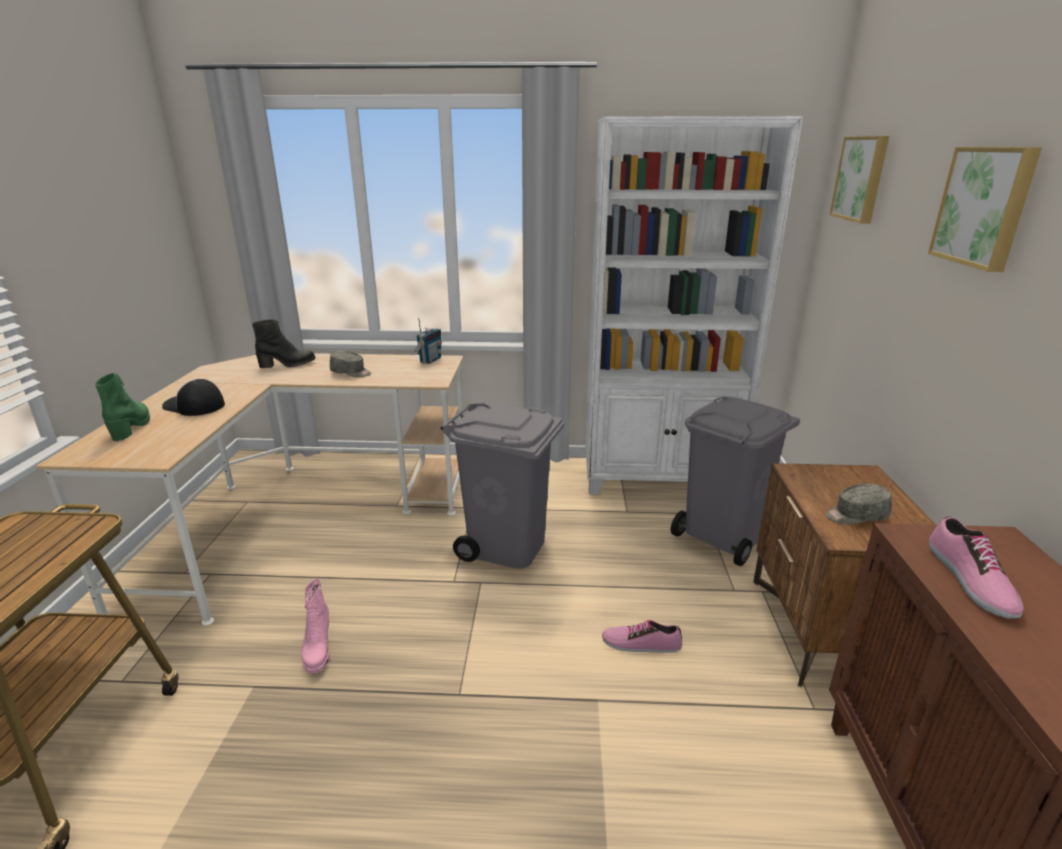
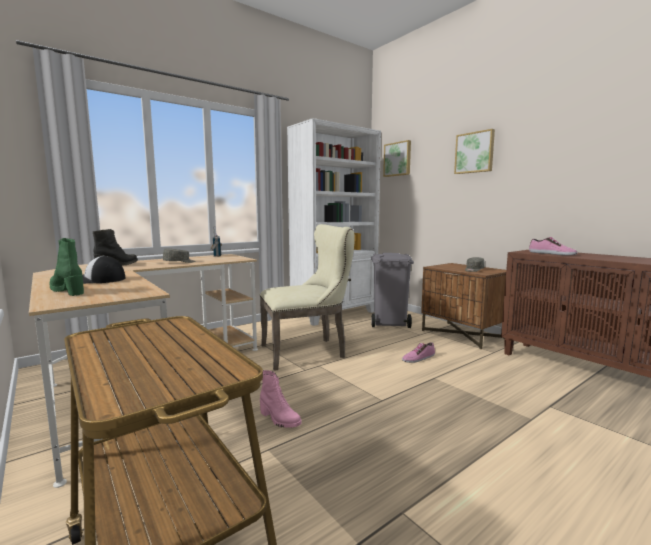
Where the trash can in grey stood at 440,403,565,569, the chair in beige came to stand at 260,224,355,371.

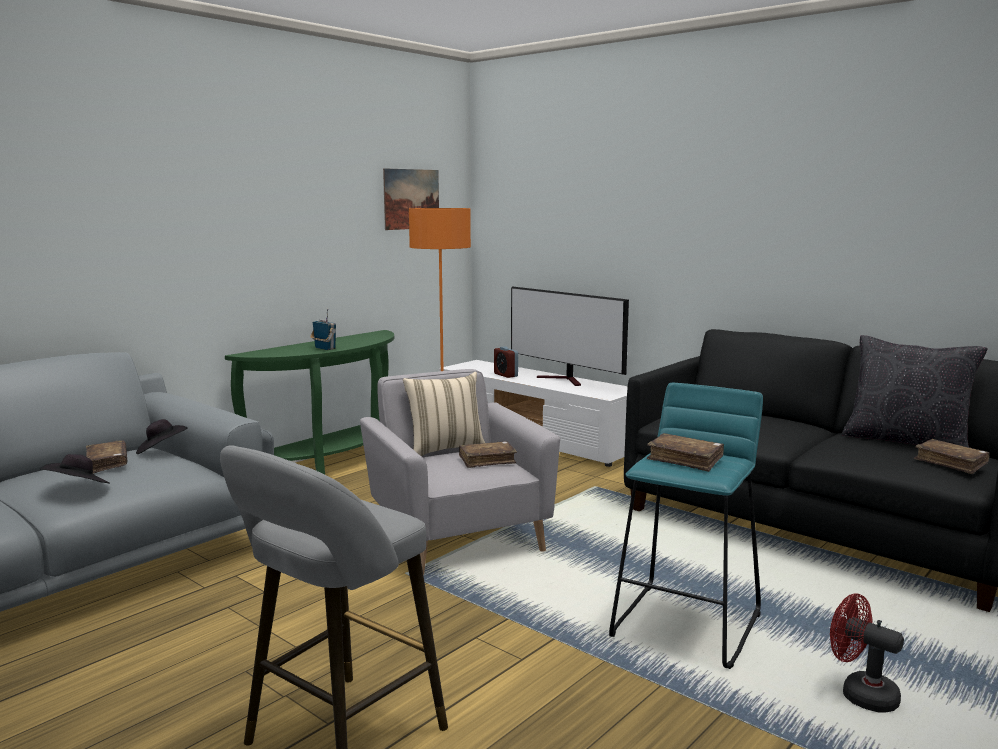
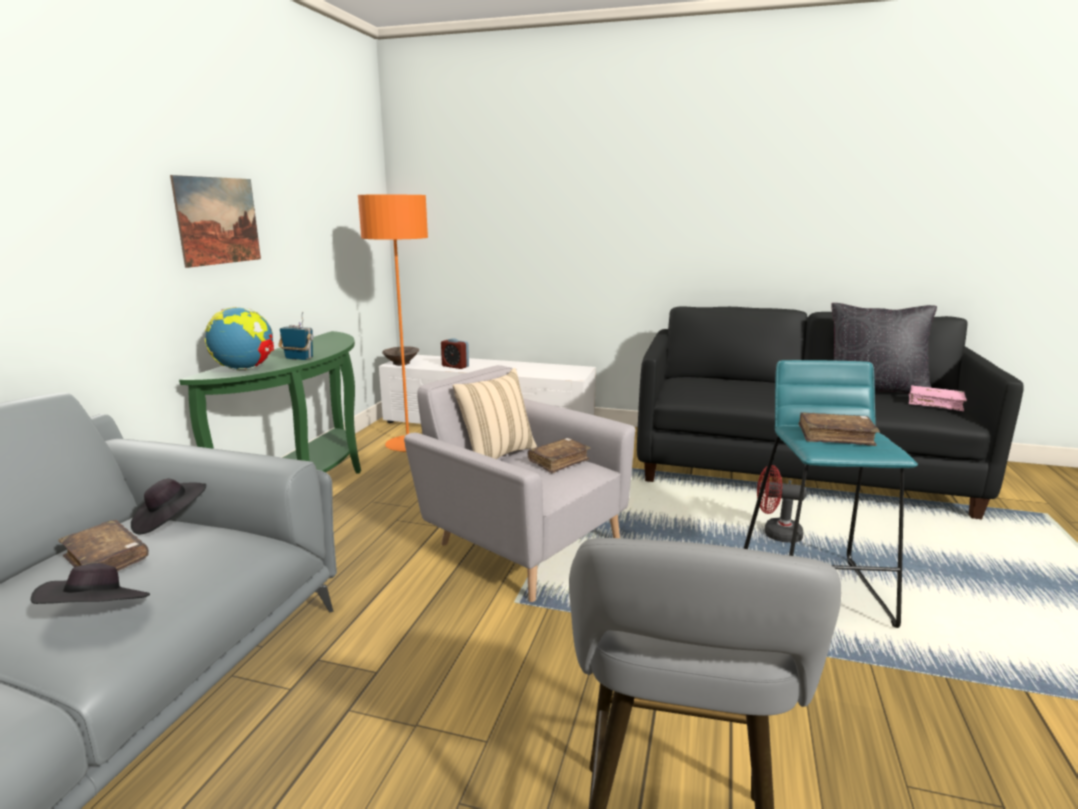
The picture ended up elsewhere, having gone from 383,168,439,230 to 170,175,261,268.
The second view lost the television at 511,286,629,386.
The fan in red ended up elsewhere, having gone from 830,593,904,713 to 757,465,806,543.
What was the book in brown at 914,439,990,474 turned into the book in pink at 909,385,967,411.
The second view gained the globe at 205,307,274,371.
The second view gained the bowl in brown at 382,346,419,365.

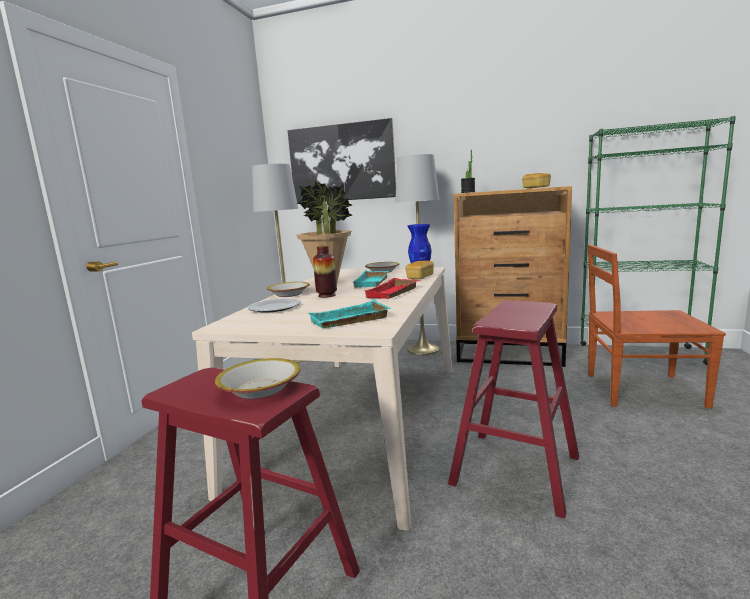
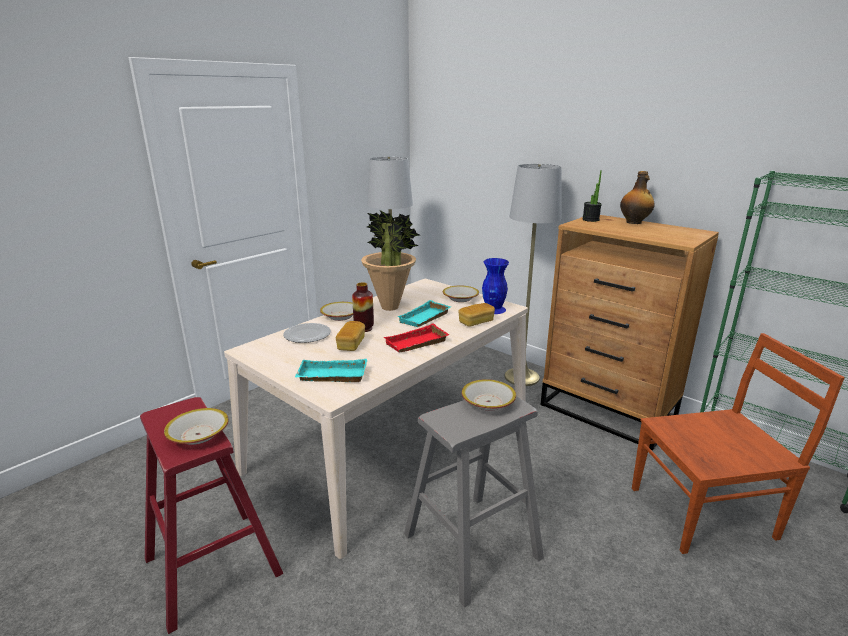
The second view lost the picture at 288,118,396,203.
What was the stool in red at 448,301,579,519 turned into the stool in grey at 404,396,544,608.
The bread ended up elsewhere, having gone from 522,173,551,188 to 336,321,365,351.
The chair in brown at 588,244,726,408 ended up facing another way, 135 degrees clockwise from before.
The second view gained the bowl at 462,379,516,411.
The second view gained the bottle at 620,171,655,224.

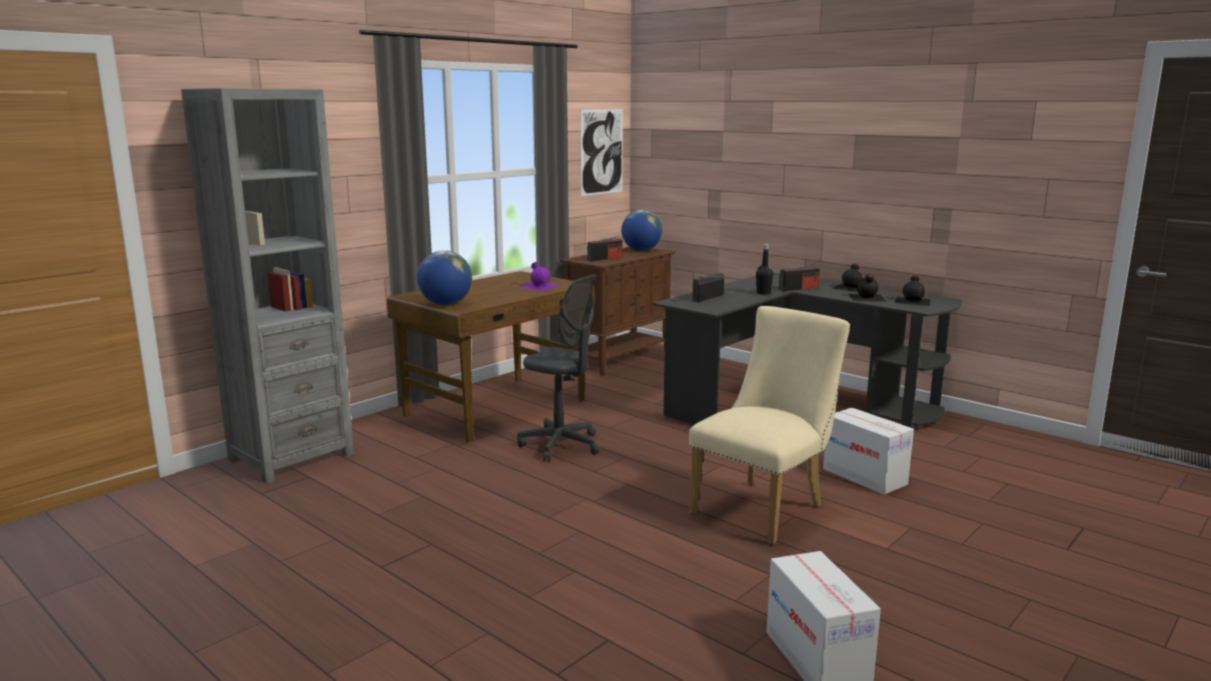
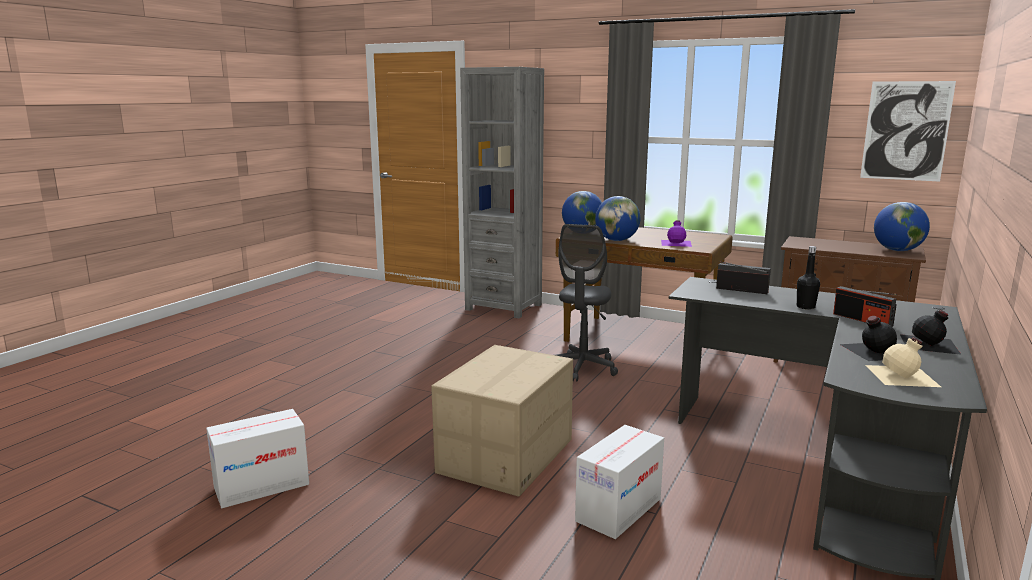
The second view lost the radio at 587,236,623,261.
Where the chair in beige stood at 689,306,850,545, the cardboard box came to stand at 431,345,573,497.
What was the bottle in black at 895,275,931,306 turned into the bottle in beige at 866,337,941,387.
The second view gained the globe at 595,196,640,241.

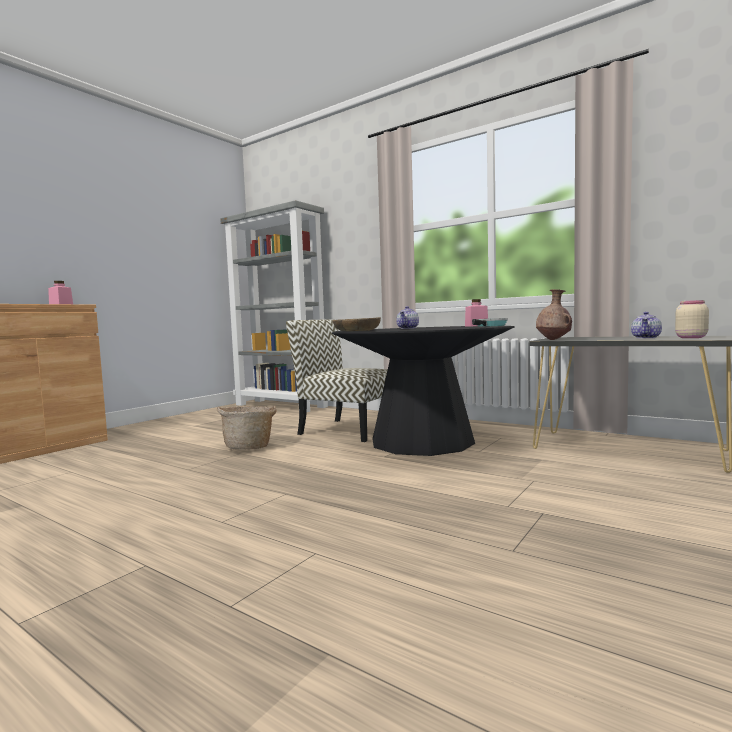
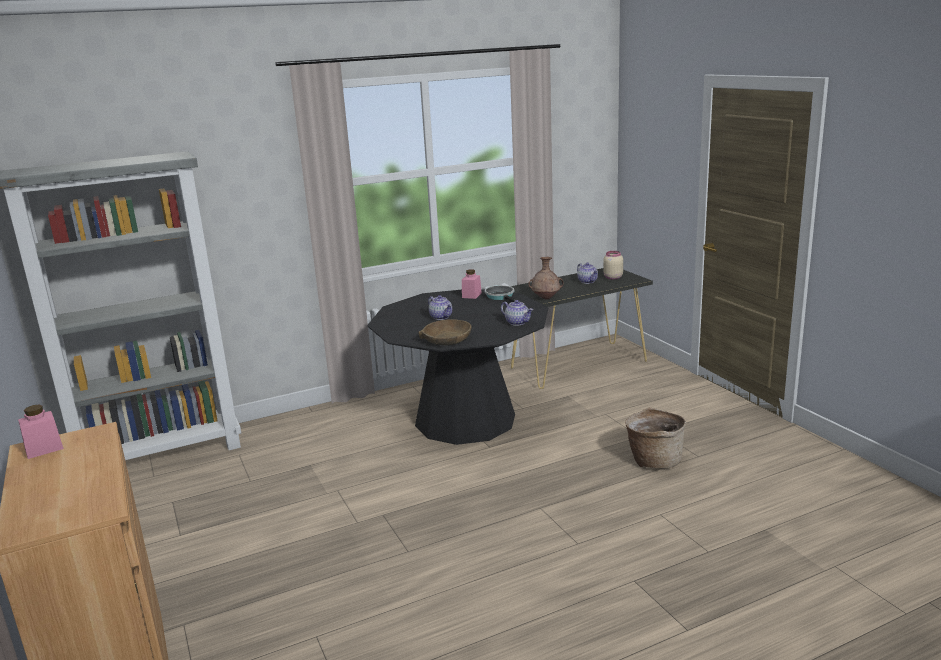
The basket ended up elsewhere, having gone from 217,406,277,450 to 625,407,686,468.
The second view lost the chair at 286,319,388,442.
The second view gained the teapot at 501,300,533,326.

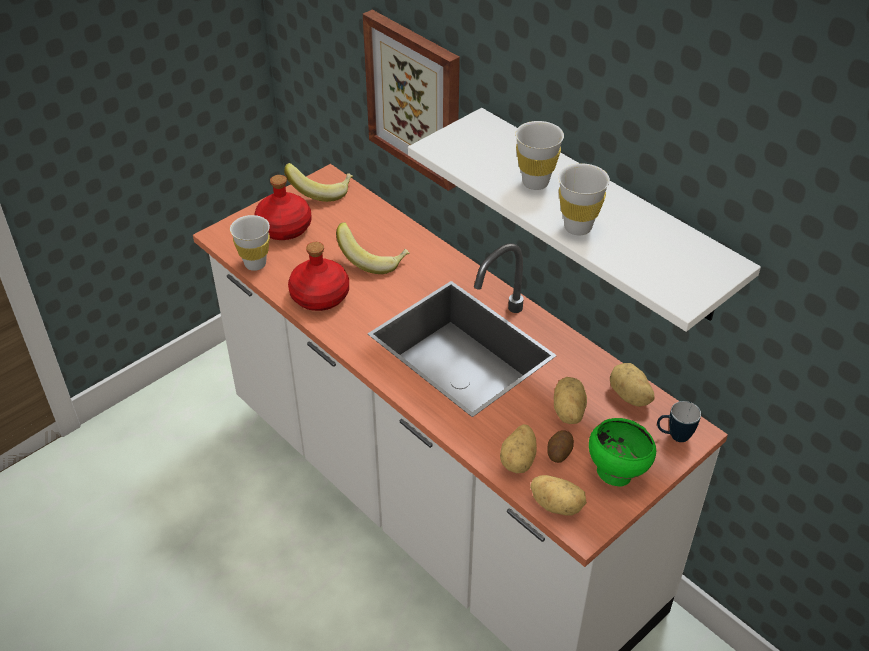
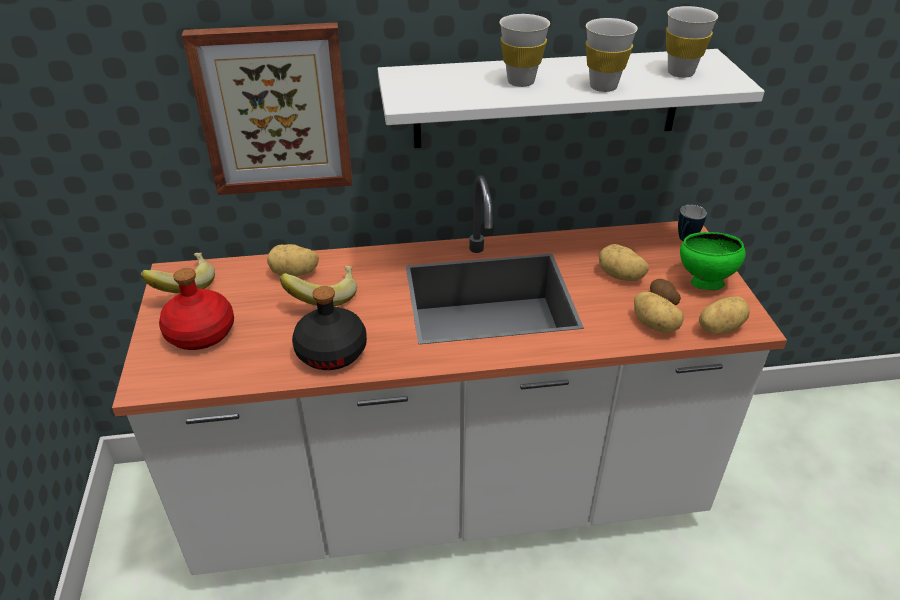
The cup in white ended up elsewhere, having gone from 230,215,270,271 to 666,6,718,78.
What was the bottle in red at 288,242,349,311 turned into the bottle in black at 292,286,367,370.
The potato ended up elsewhere, having gone from 610,363,655,407 to 267,244,319,277.

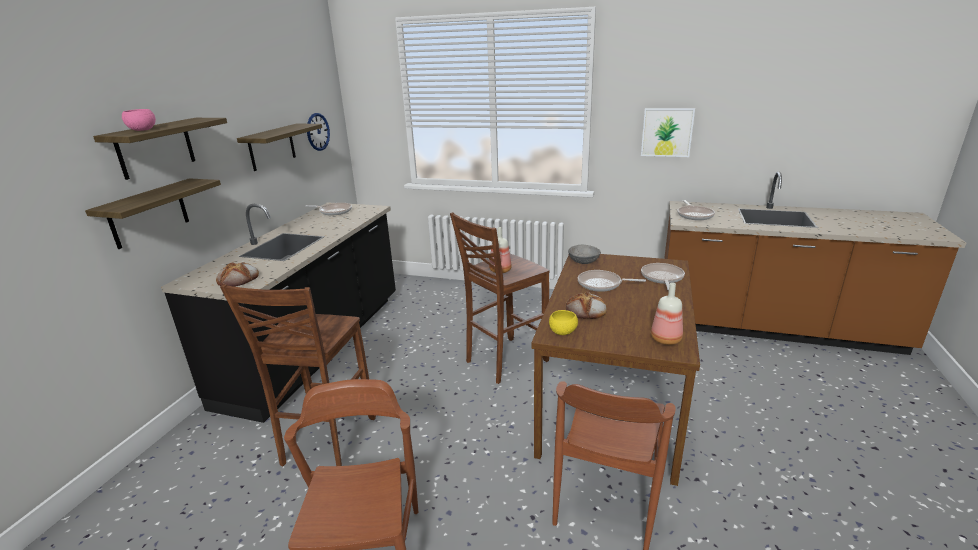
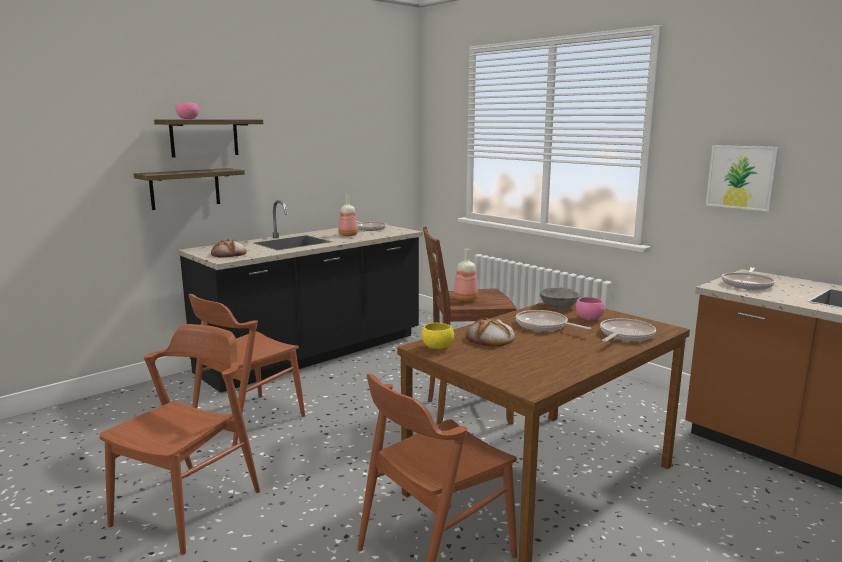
Where the stool in brown stood at 220,284,376,466, the chair in brown came to stand at 188,294,305,446.
The second view lost the shelf at 237,124,322,171.
The second view lost the wall clock at 307,113,330,151.
The bottle ended up elsewhere, having gone from 651,283,683,345 to 338,195,358,236.
The second view gained the bowl in pink at 576,297,605,320.

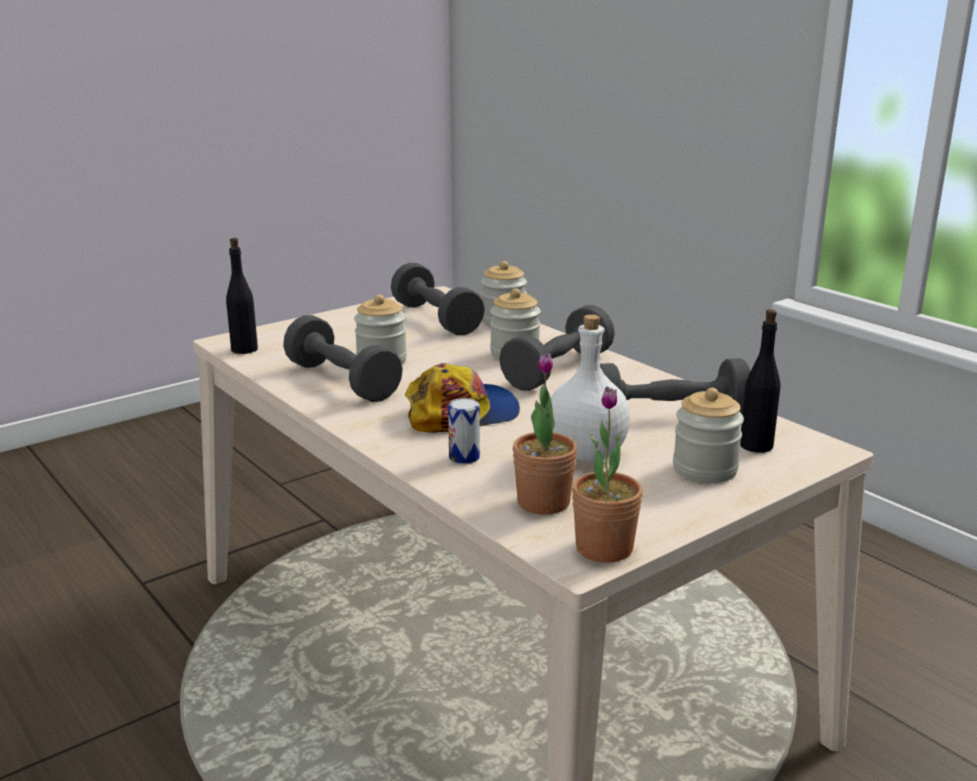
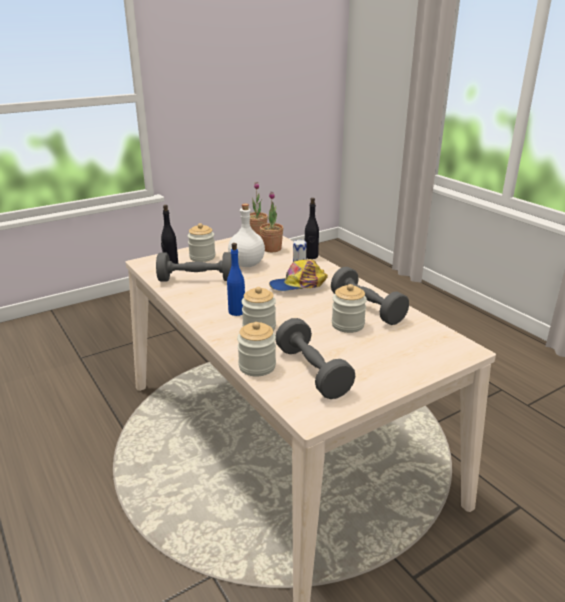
The bottle in black ended up elsewhere, having gone from 226,238,258,354 to 305,198,319,259.
Where the dumbbell in grey stood at 499,305,615,391, the bottle in blue came to stand at 227,243,245,316.

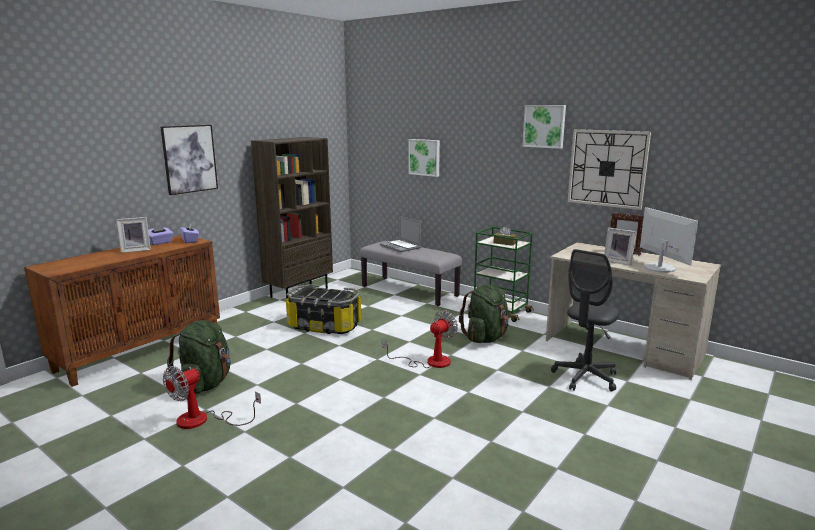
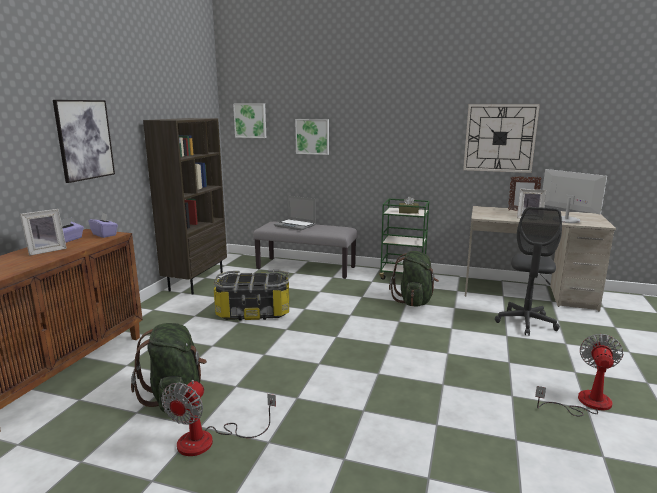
The fan ended up elsewhere, having gone from 382,310,458,368 to 535,334,623,416.
The picture ended up elsewhere, having gone from 522,105,566,149 to 233,104,266,138.

